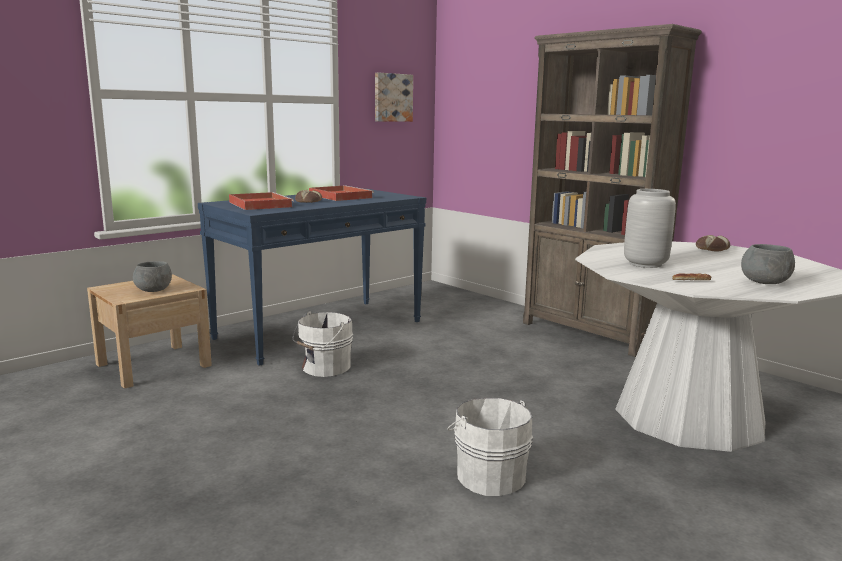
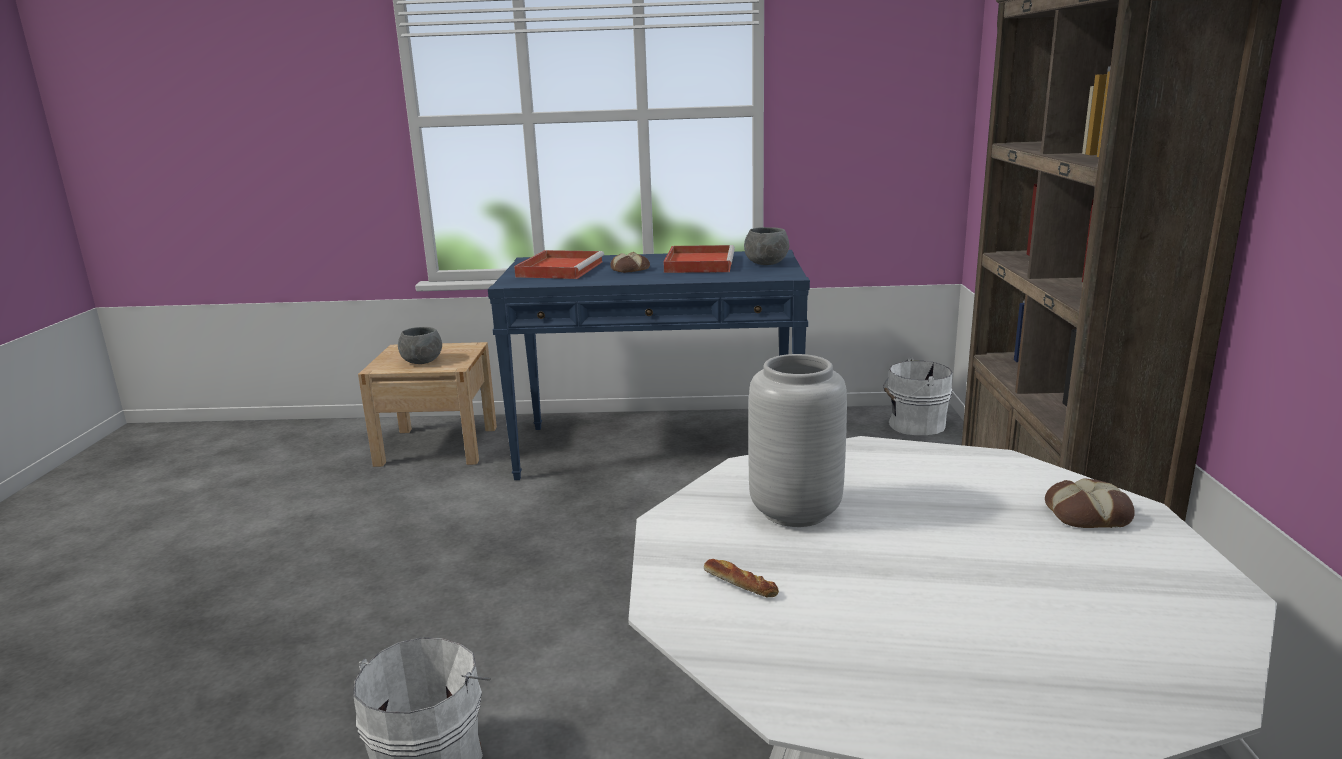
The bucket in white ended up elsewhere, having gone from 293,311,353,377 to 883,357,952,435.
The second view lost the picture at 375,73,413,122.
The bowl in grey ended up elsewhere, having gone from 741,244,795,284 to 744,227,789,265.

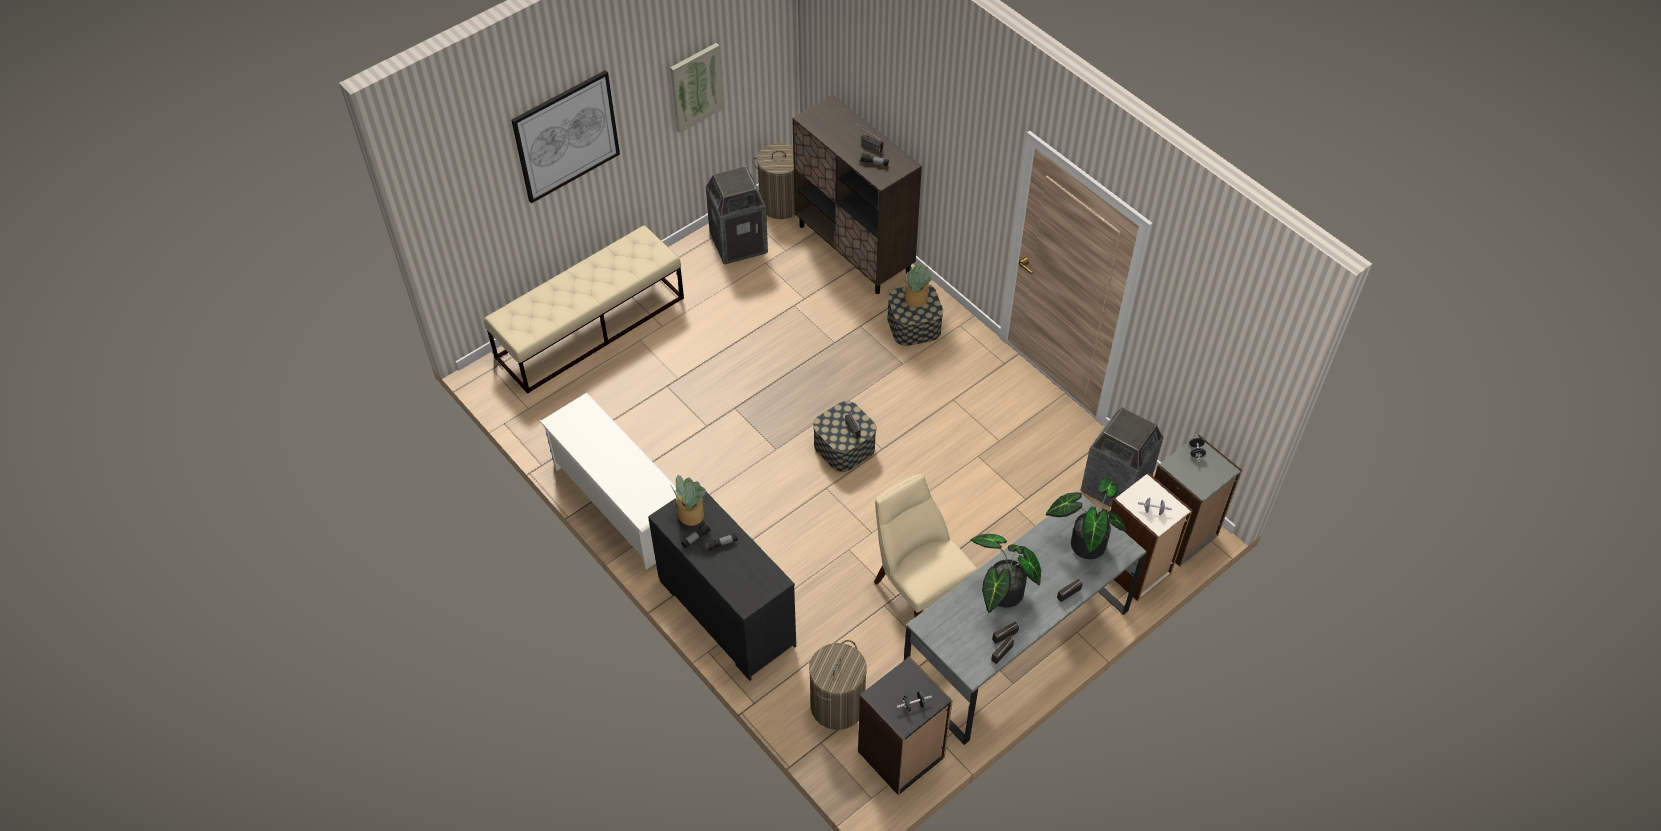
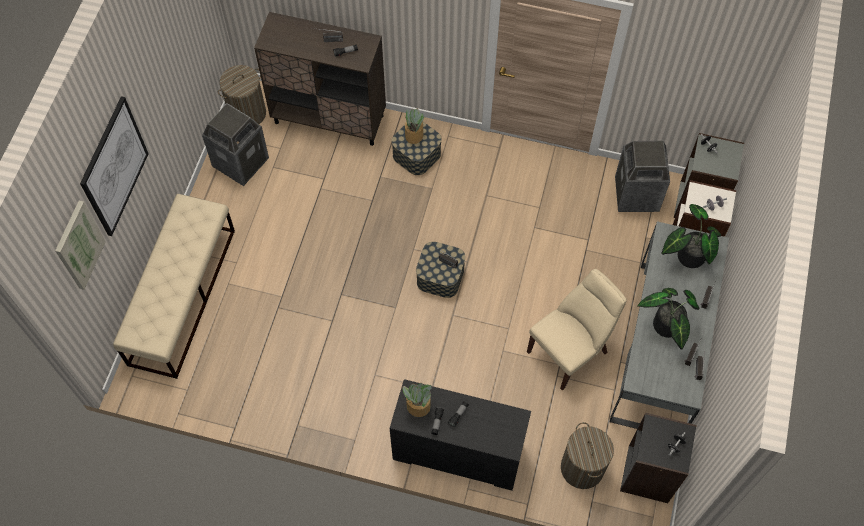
The second view lost the shoe rack in white at 540,392,677,570.
The picture ended up elsewhere, having gone from 670,43,724,133 to 55,201,106,290.
The chair in beige at 874,474,977,618 ended up facing another way, 120 degrees clockwise from before.

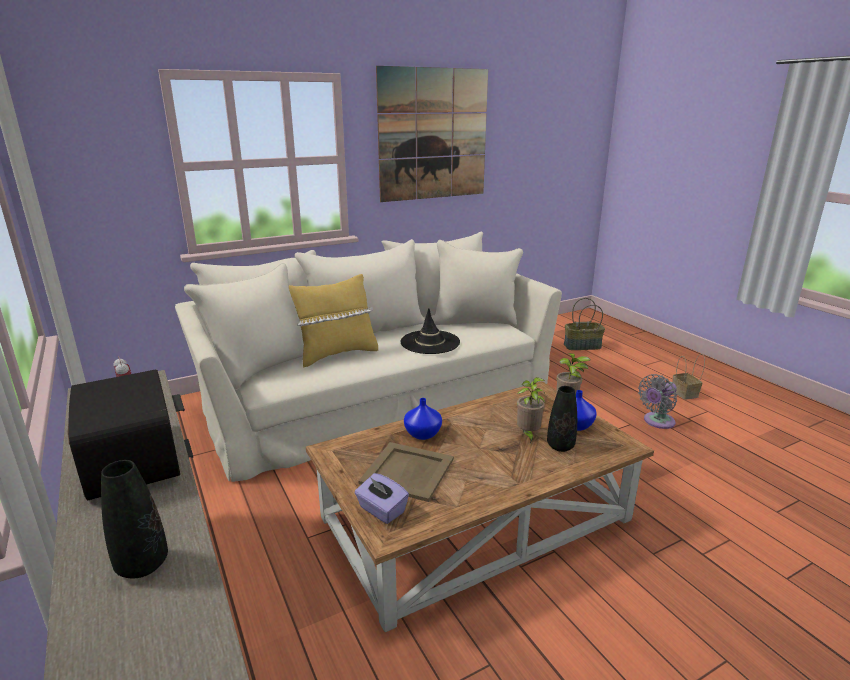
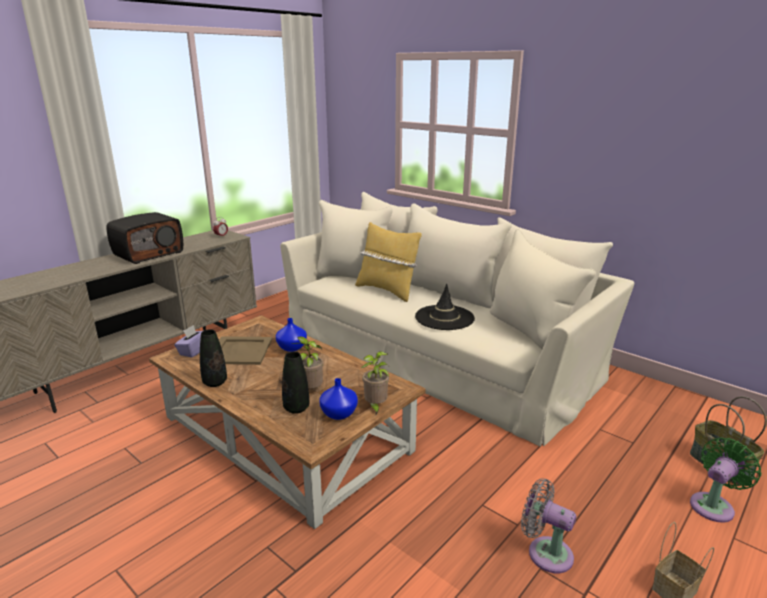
The vase in black ended up elsewhere, having gone from 101,460,168,578 to 200,329,227,387.
The second view lost the picture at 376,66,488,202.
The second view gained the fan in green at 690,438,761,523.

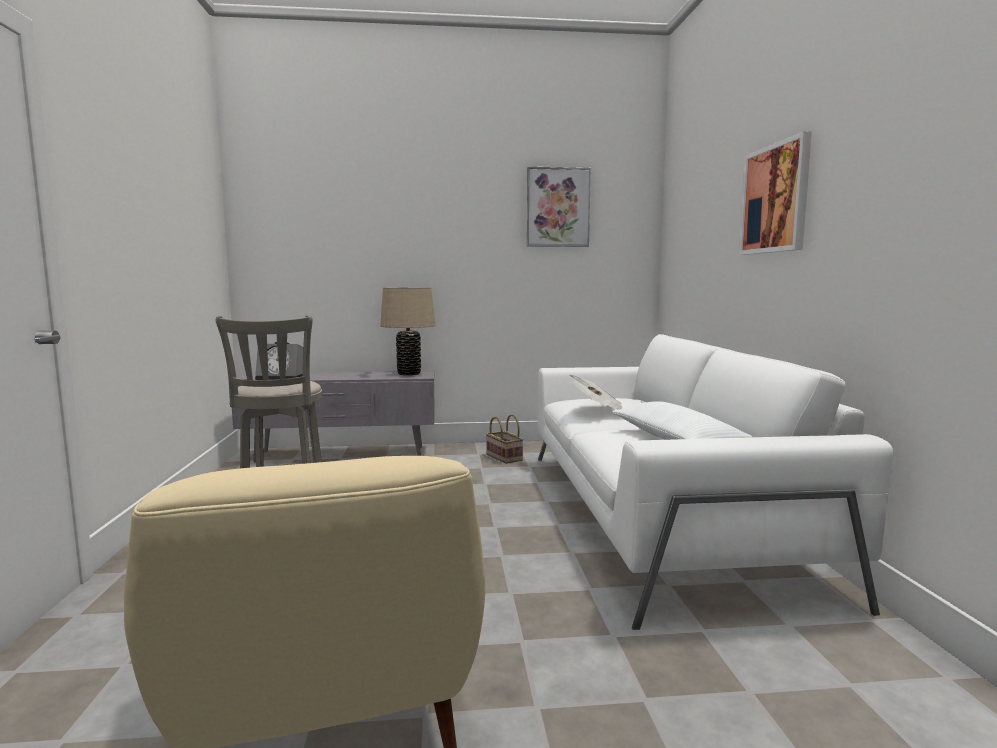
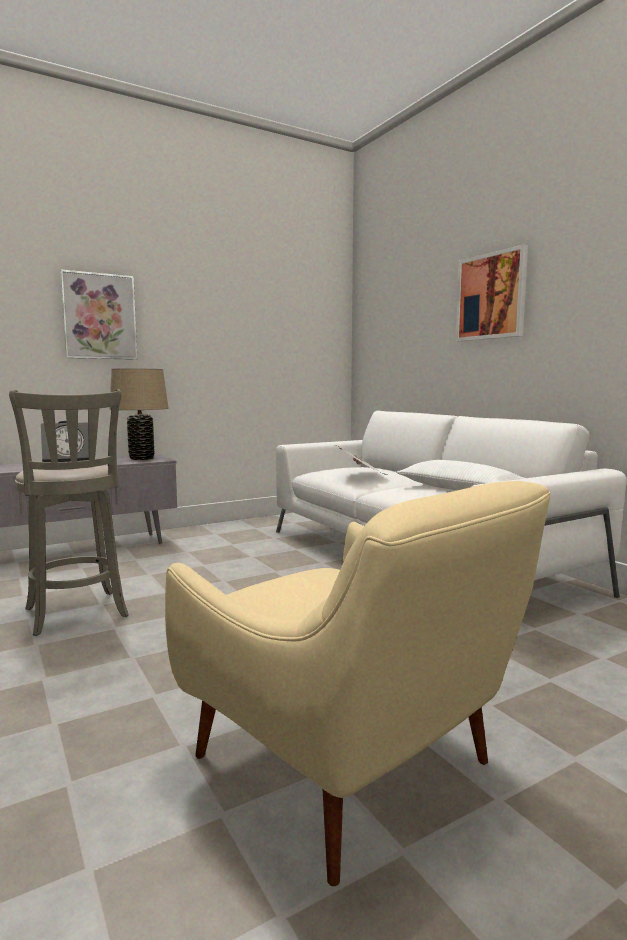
The second view lost the basket at 486,414,523,464.
The picture ended up elsewhere, having gone from 527,167,591,247 to 60,270,137,360.

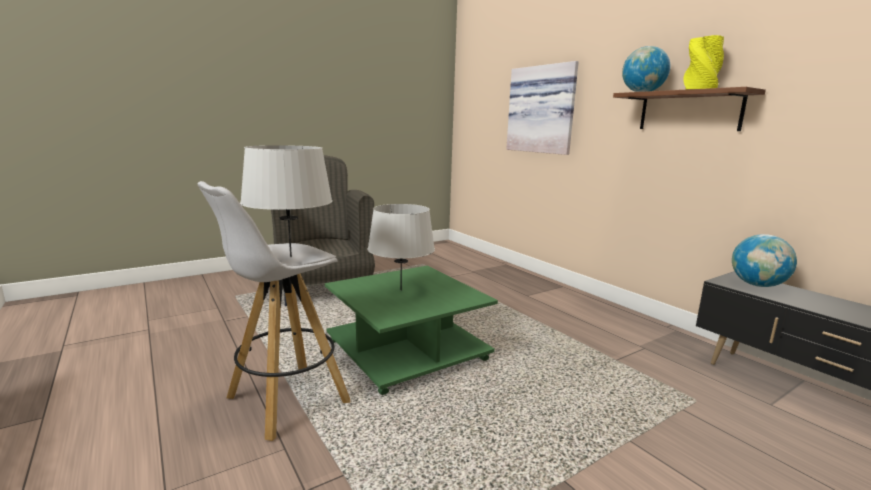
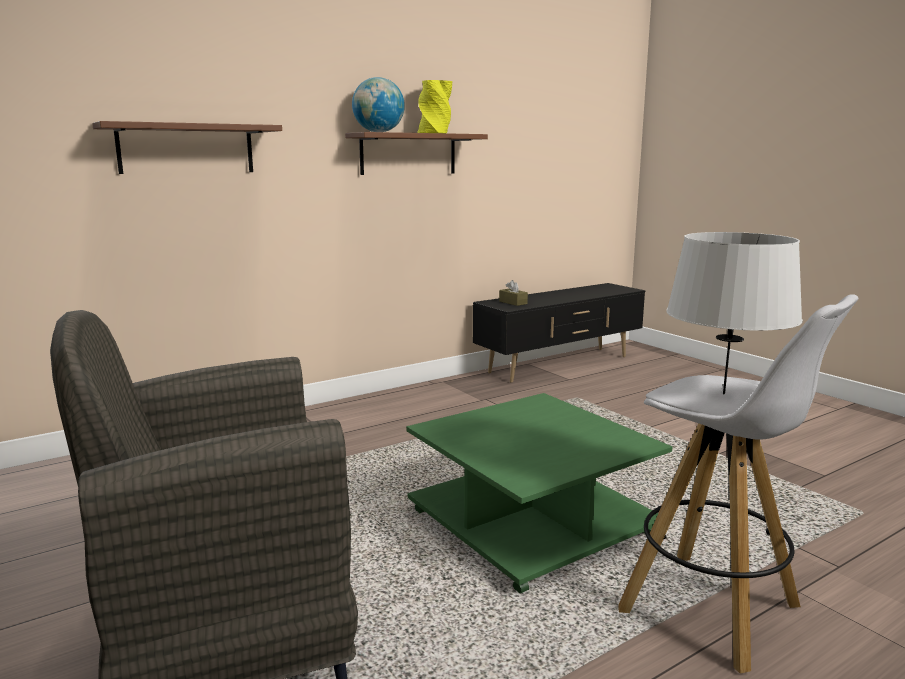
The second view lost the table lamp in grey at 367,204,435,291.
Where the picture hung at 506,61,579,155, the shelf in brown came to hang at 92,121,282,174.
Where the globe stood at 732,234,797,287, the tissue box in brown came to stand at 499,280,528,306.

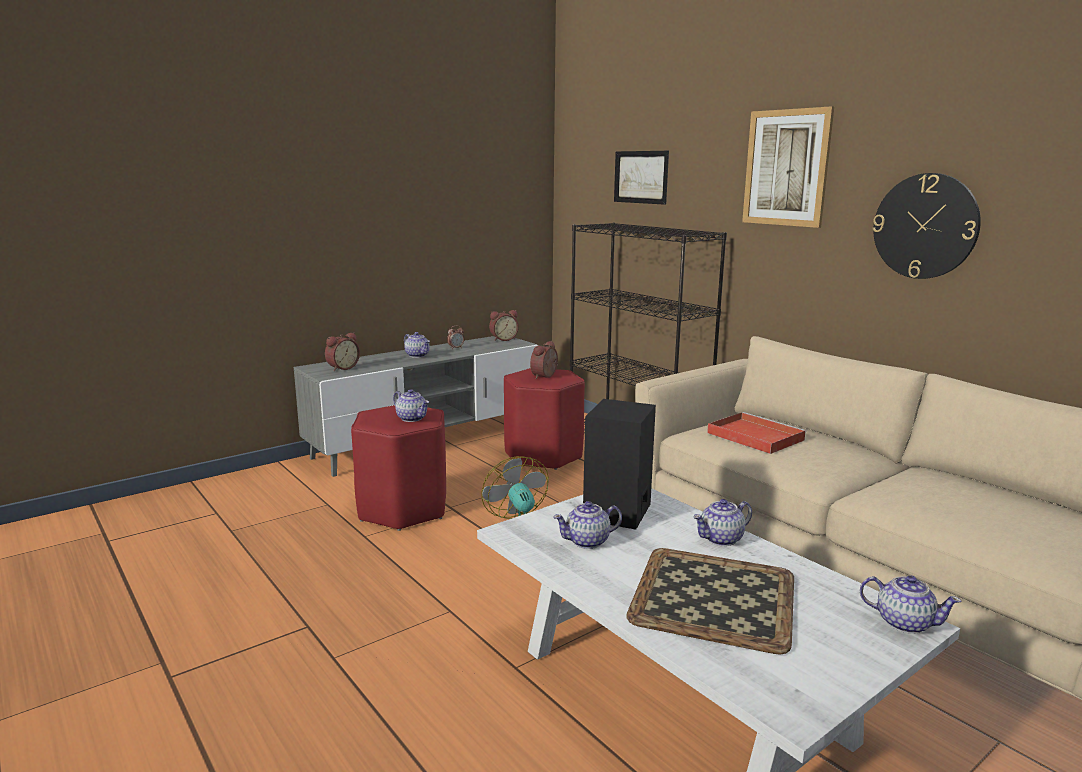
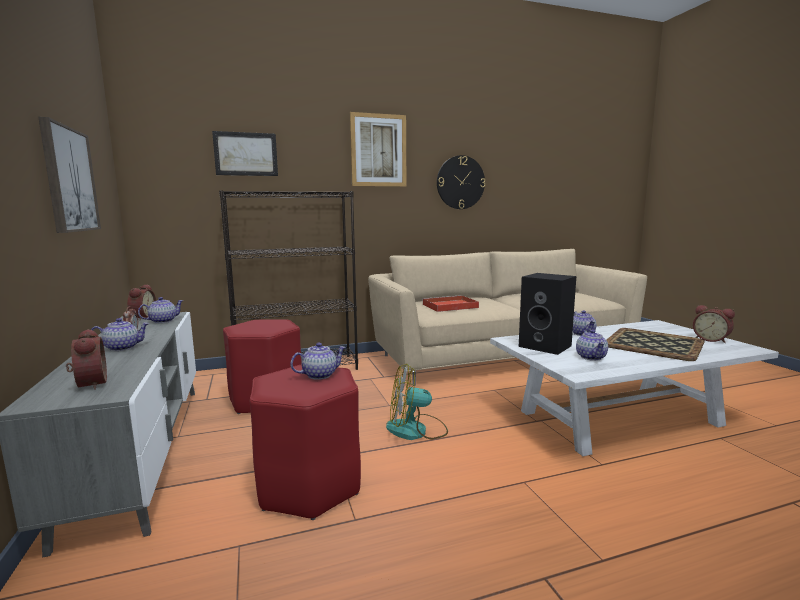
The alarm clock ended up elsewhere, having gone from 530,341,558,379 to 693,305,735,343.
The teapot ended up elsewhere, having gone from 860,575,962,634 to 138,297,184,323.
The second view gained the picture at 38,117,101,233.

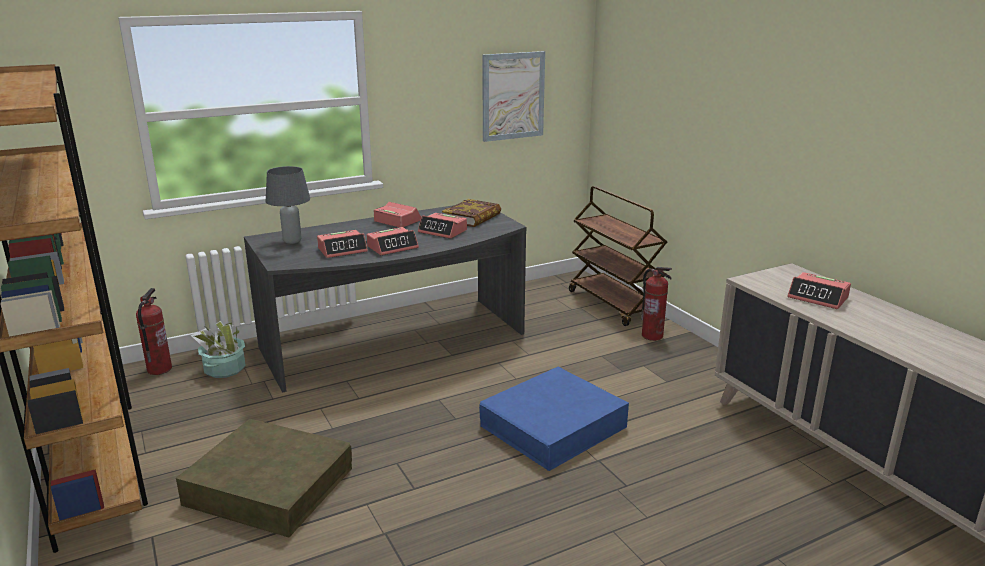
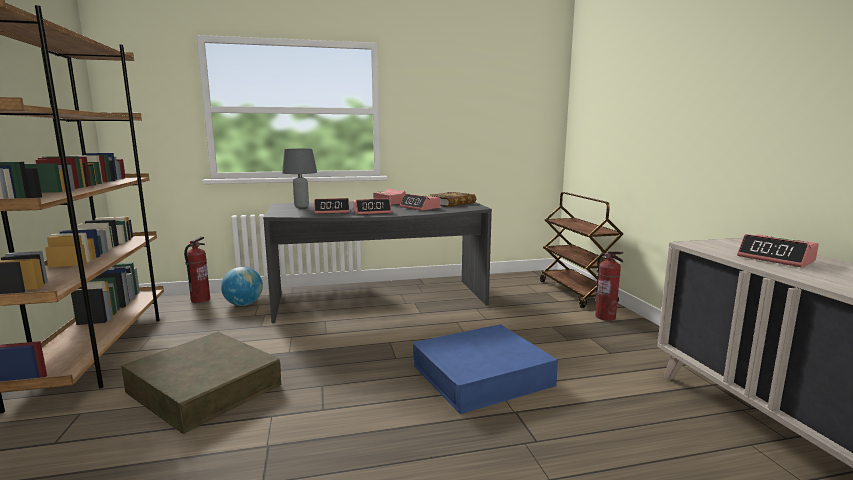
Where the potted plant stood at 190,321,246,378, the globe came to stand at 221,267,263,306.
The second view lost the picture at 482,51,545,142.

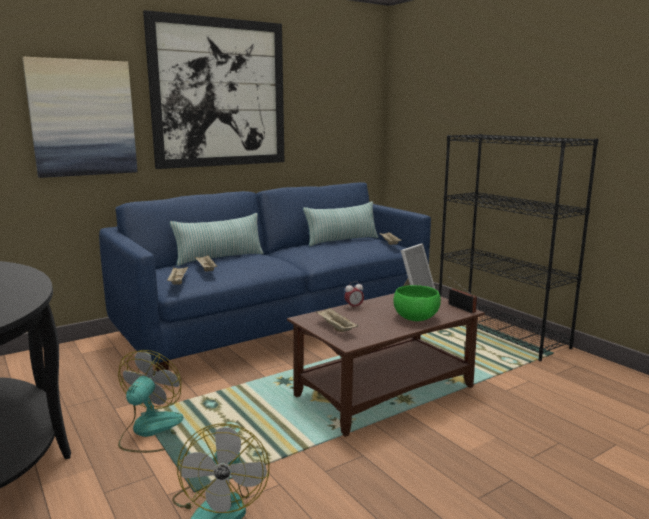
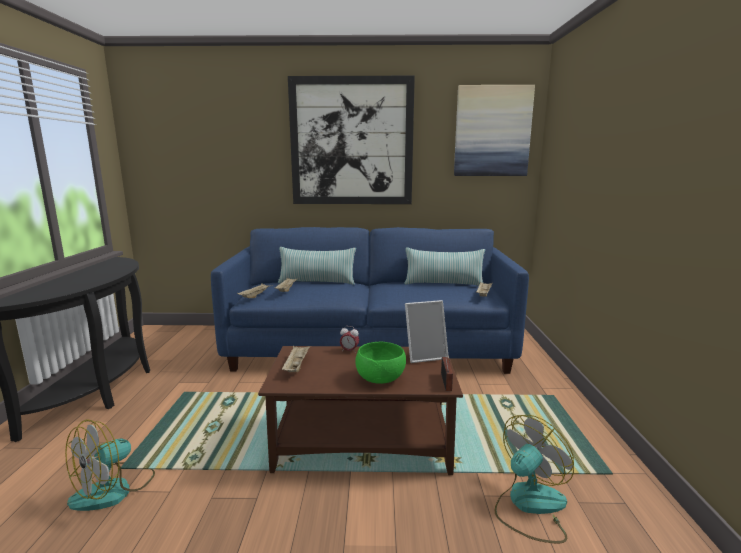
The picture ended up elsewhere, having gone from 22,57,138,178 to 454,85,535,176.
The fan ended up elsewhere, having gone from 118,350,184,453 to 495,415,574,544.
The second view lost the bookcase in black at 439,134,598,361.

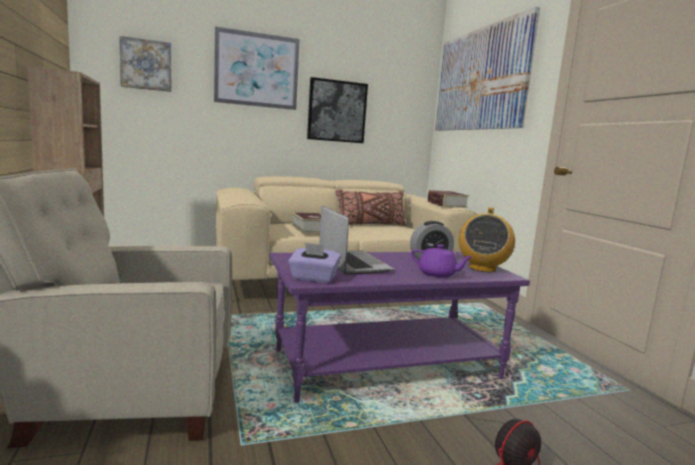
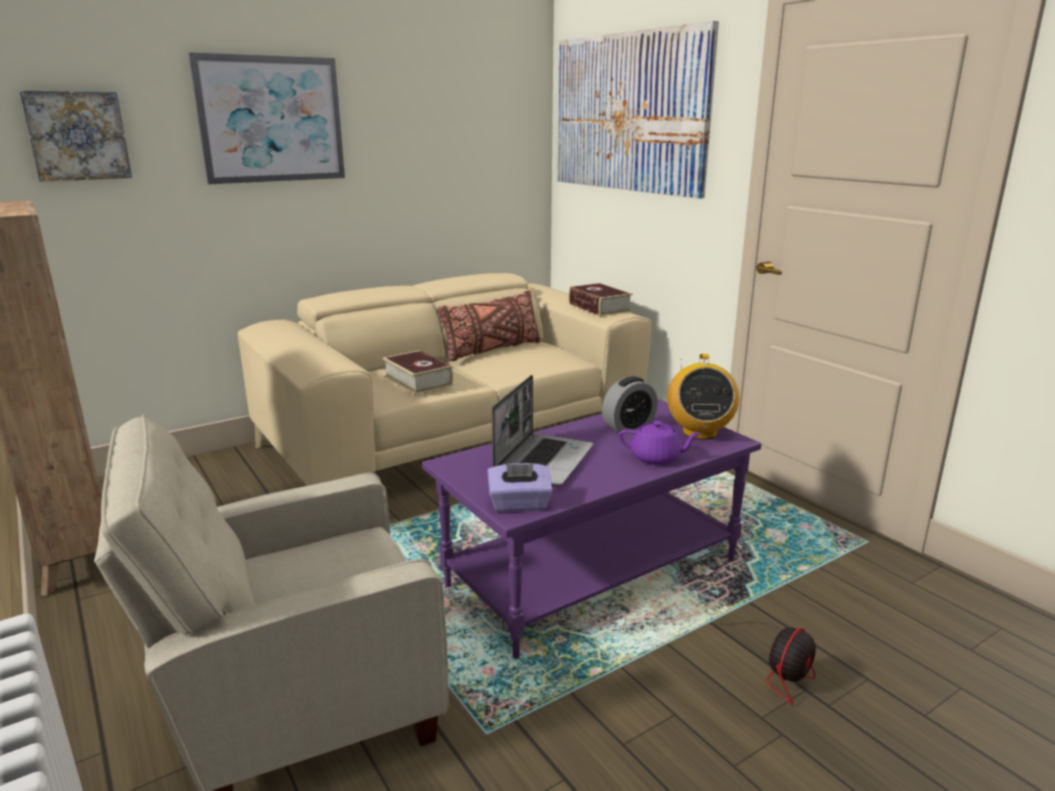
The second view lost the picture at 307,77,368,143.
The laptop at 319,206,394,275 ended up facing another way, 60 degrees clockwise from before.

